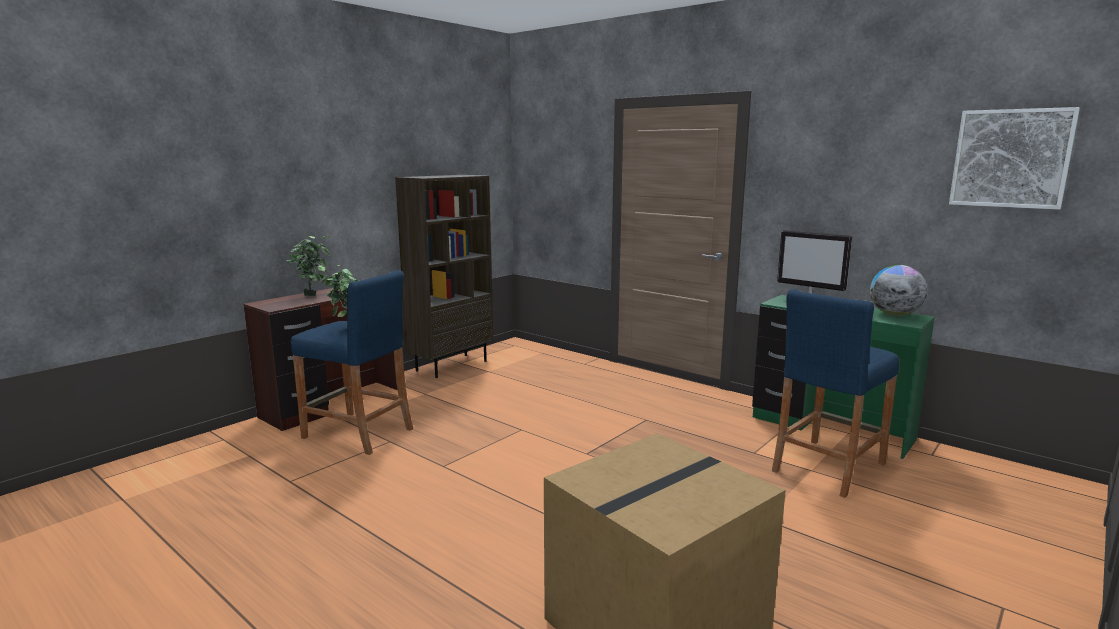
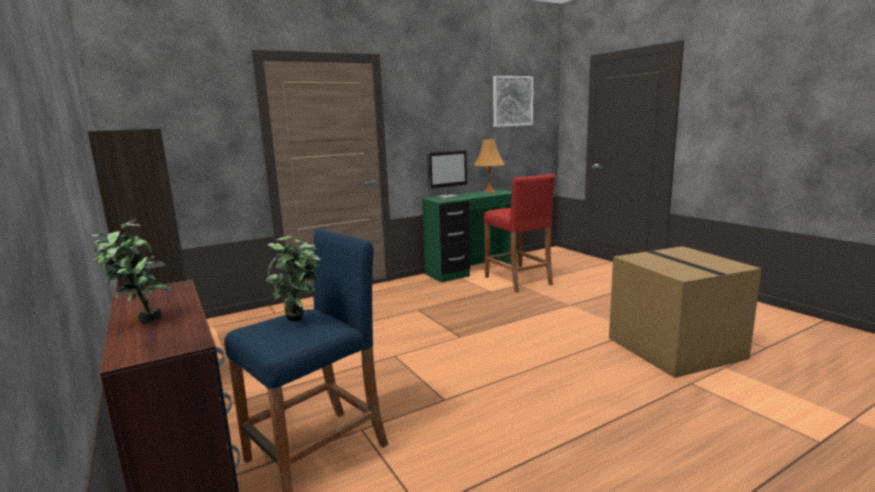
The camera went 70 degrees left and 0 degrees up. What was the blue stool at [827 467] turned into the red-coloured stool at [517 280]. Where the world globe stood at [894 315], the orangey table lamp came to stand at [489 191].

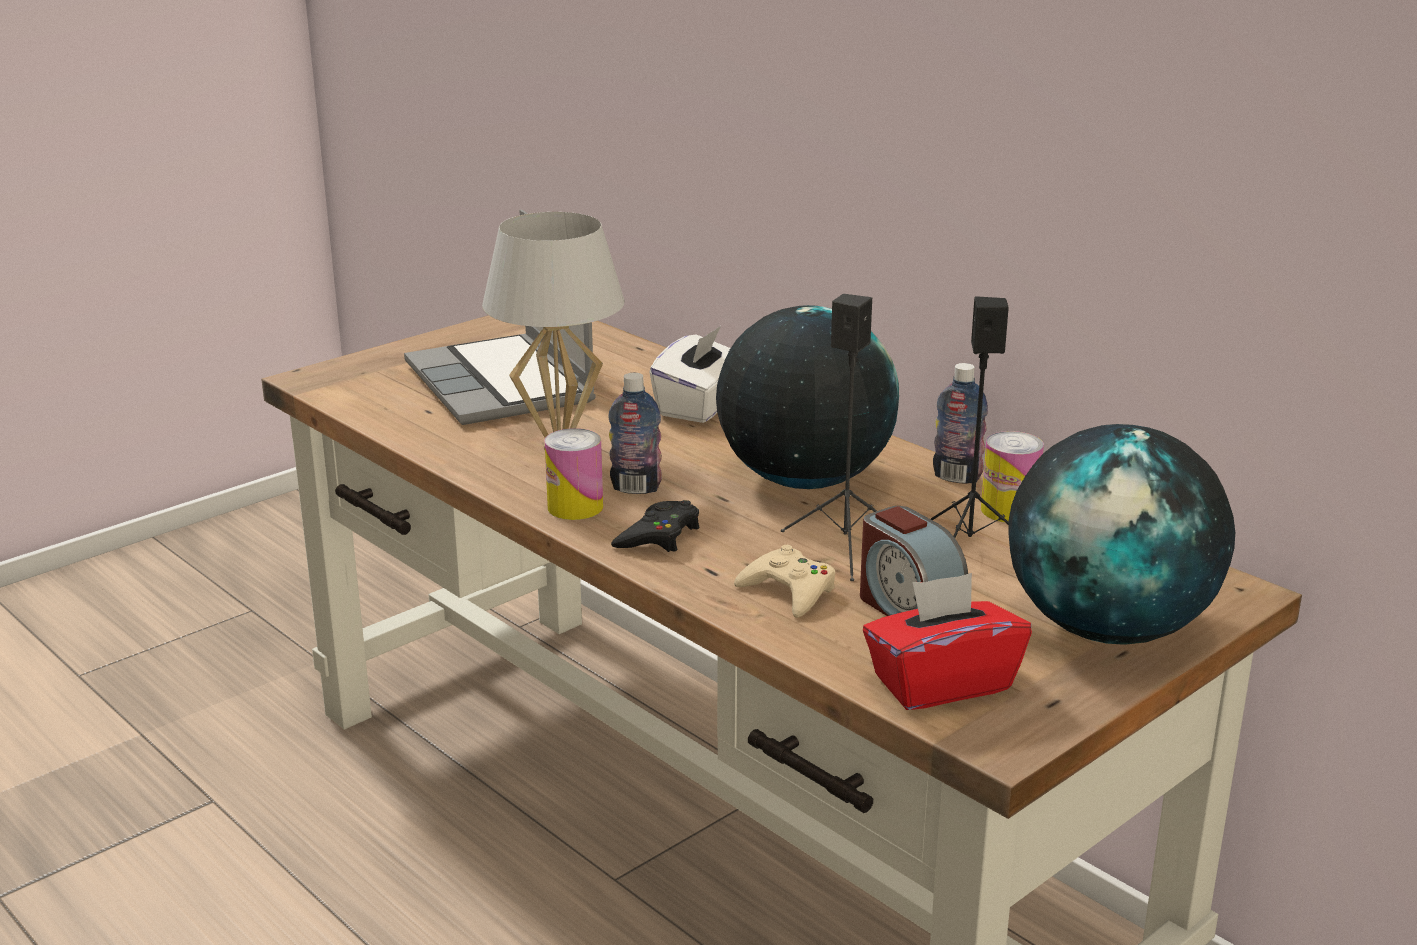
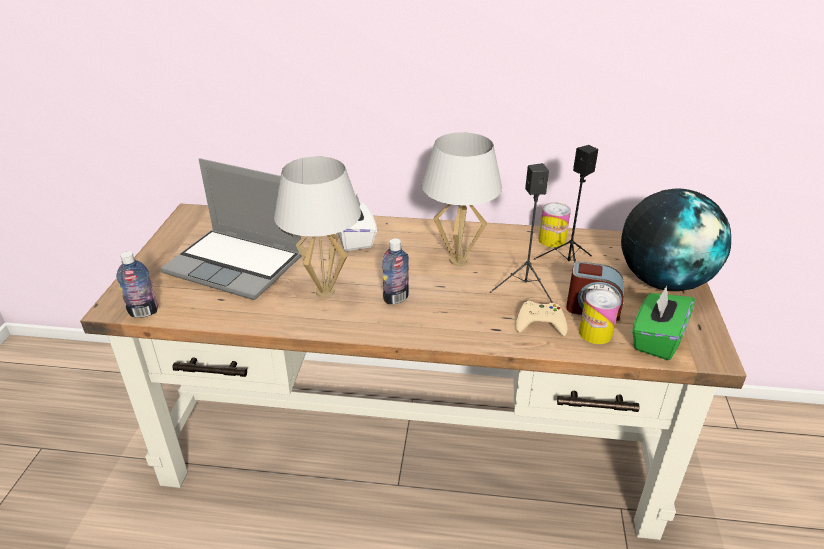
The camera went 40 degrees left and 10 degrees up. The metal can ended up elsewhere, having gone from [575 507] to [595 333]. The second view lost the black gamepad at [659 536]. Where the world globe stood at [804 480], the white table lamp came to stand at [458 260]. What was the red-coloured box of tissues at [941 683] turned into the greenish box of tissues at [656 339]. The beverage bottle ended up elsewhere, having gone from [957 477] to [144 312].

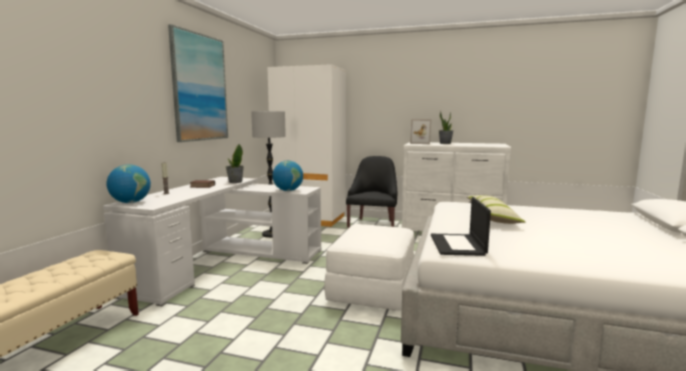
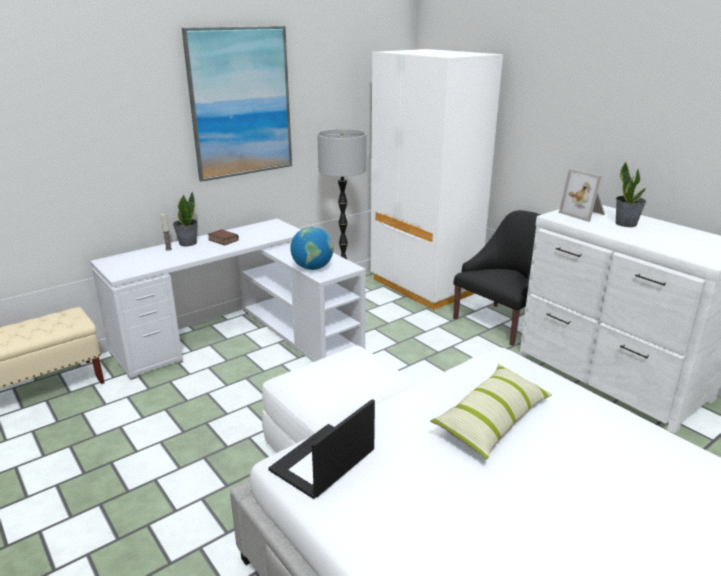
The camera went 35 degrees right and 15 degrees up. The second view lost the world globe at [130 202]. The plant in a pot ended up elsewhere, having gone from [235 182] to [187 243].

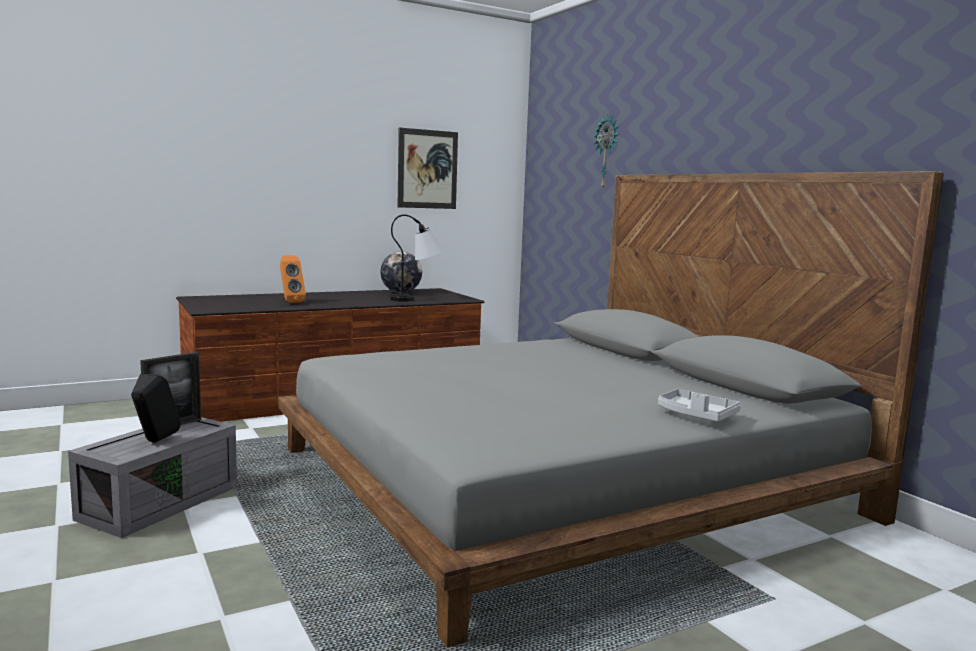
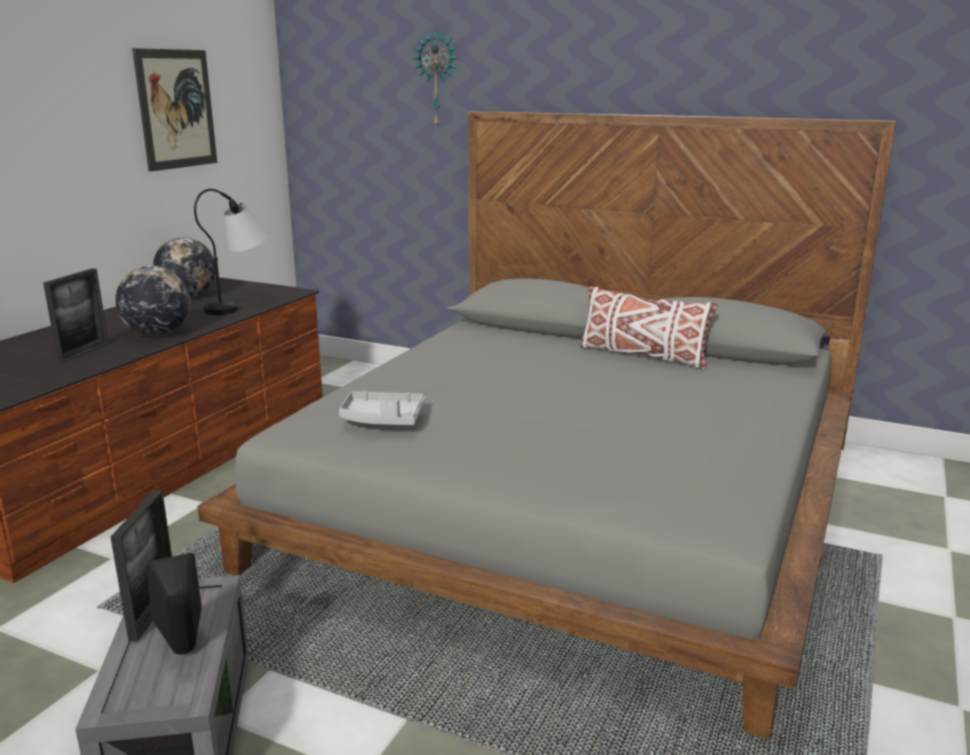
The camera went 35 degrees left and 10 degrees up. Where the orangey loudspeaker stood at [290 302], the photo frame came to stand at [84 352]. The grey serving tray ended up elsewhere, having gone from [696 415] to [382 419]. The second view gained the world globe at [157 334]. The second view gained the white cushion at [642 356].

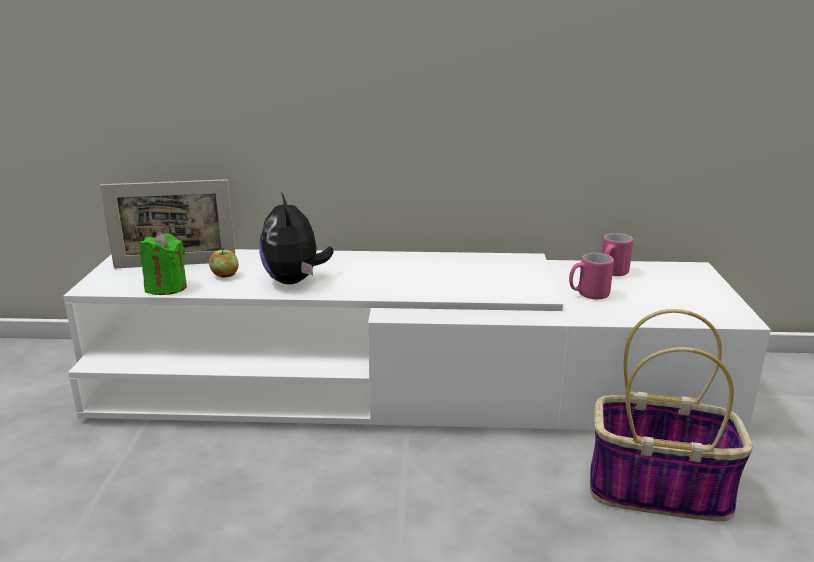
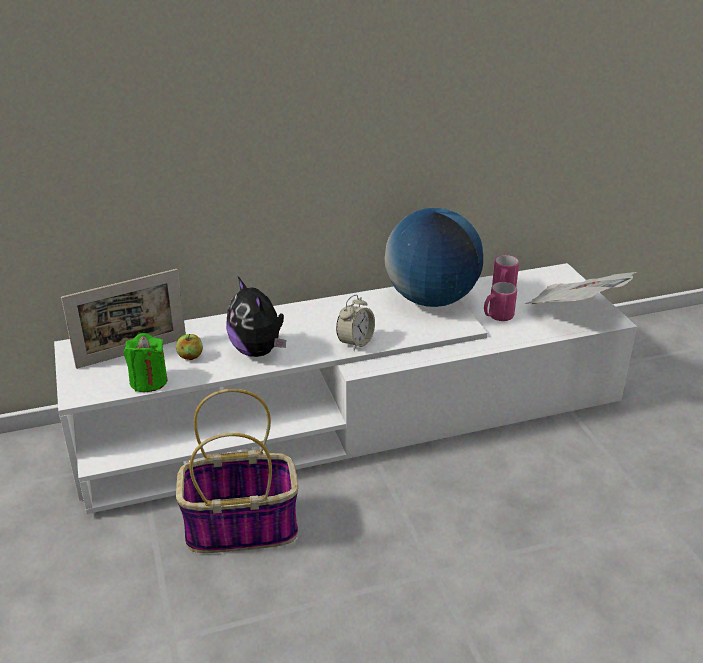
The camera went 20 degrees left and 10 degrees up. The storage basket ended up elsewhere, having gone from [660 490] to [243 527]. The second view gained the table clock at [355 343]. The second view gained the world globe at [431 299]. The second view gained the printed paper at [575 312].

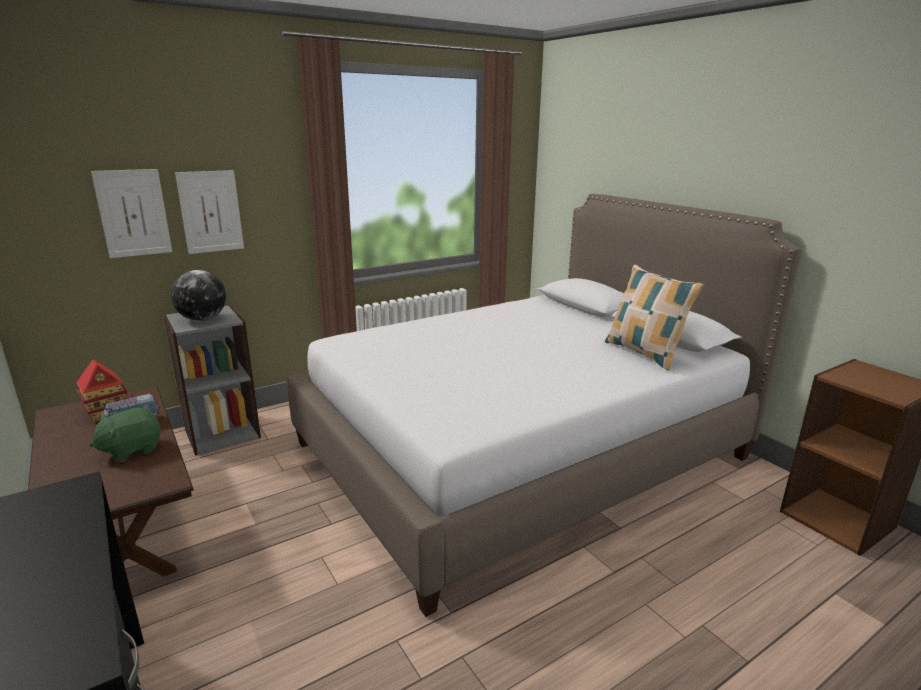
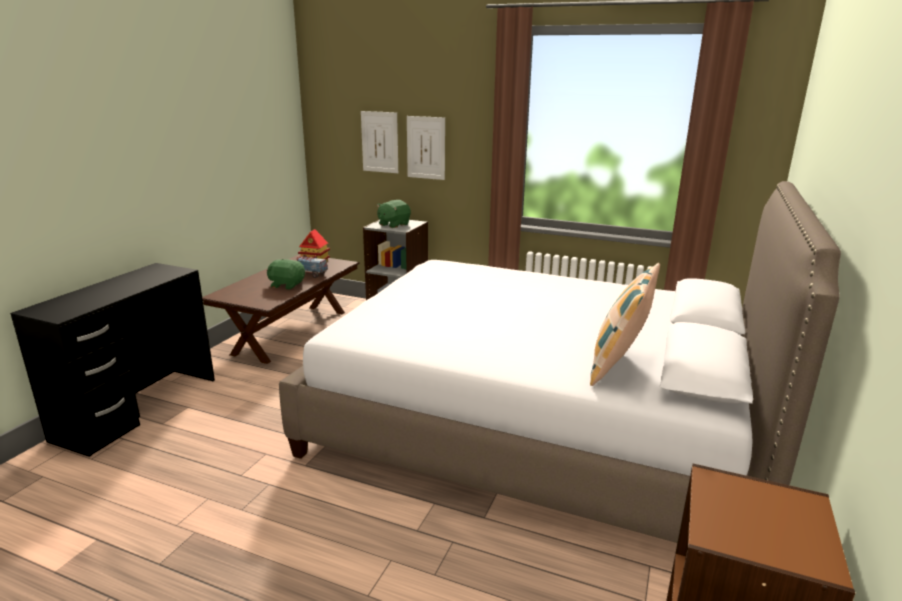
The camera went 55 degrees right and 0 degrees up. Where the world globe stood at [203 319], the greenish plush toy came to stand at [393 224].

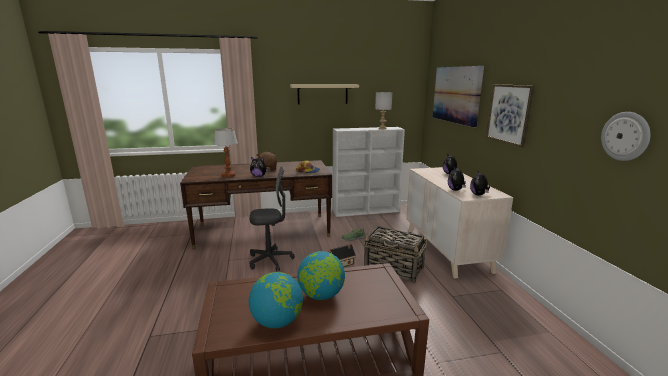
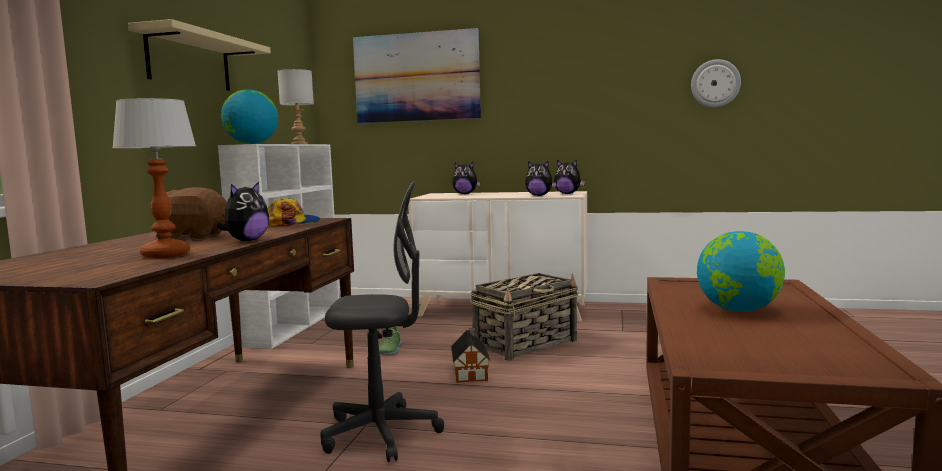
The camera went 65 degrees left and 10 degrees down. The grey desk chair at [270 260] ended up facing another way, 75 degrees clockwise from before. The world globe ended up elsewhere, having gone from [277 321] to [252 144]. The second view lost the picture at [509 114].

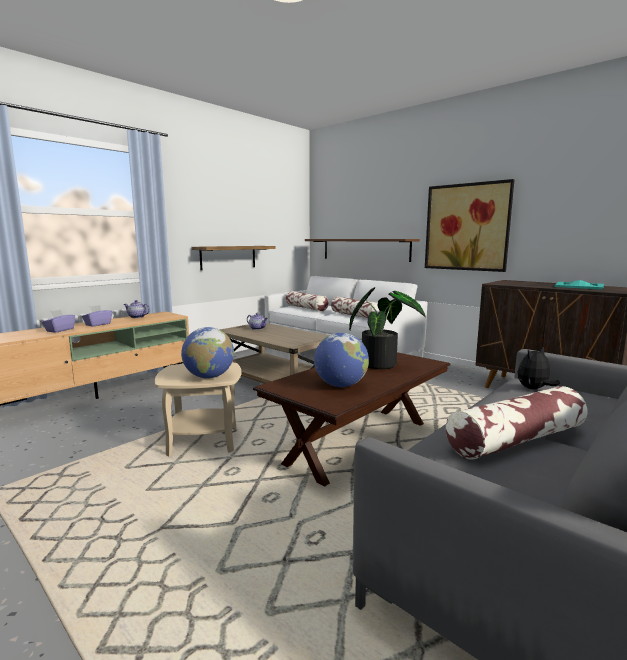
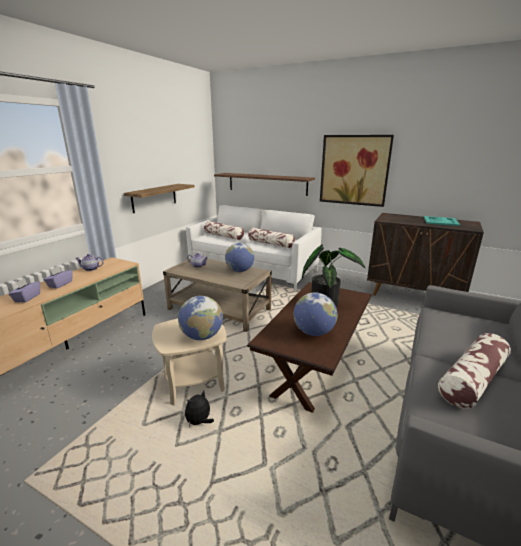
The camera went 15 degrees left and 10 degrees up. The plush toy ended up elsewhere, having gone from [534 389] to [199 422]. The second view gained the world globe at [240 271].

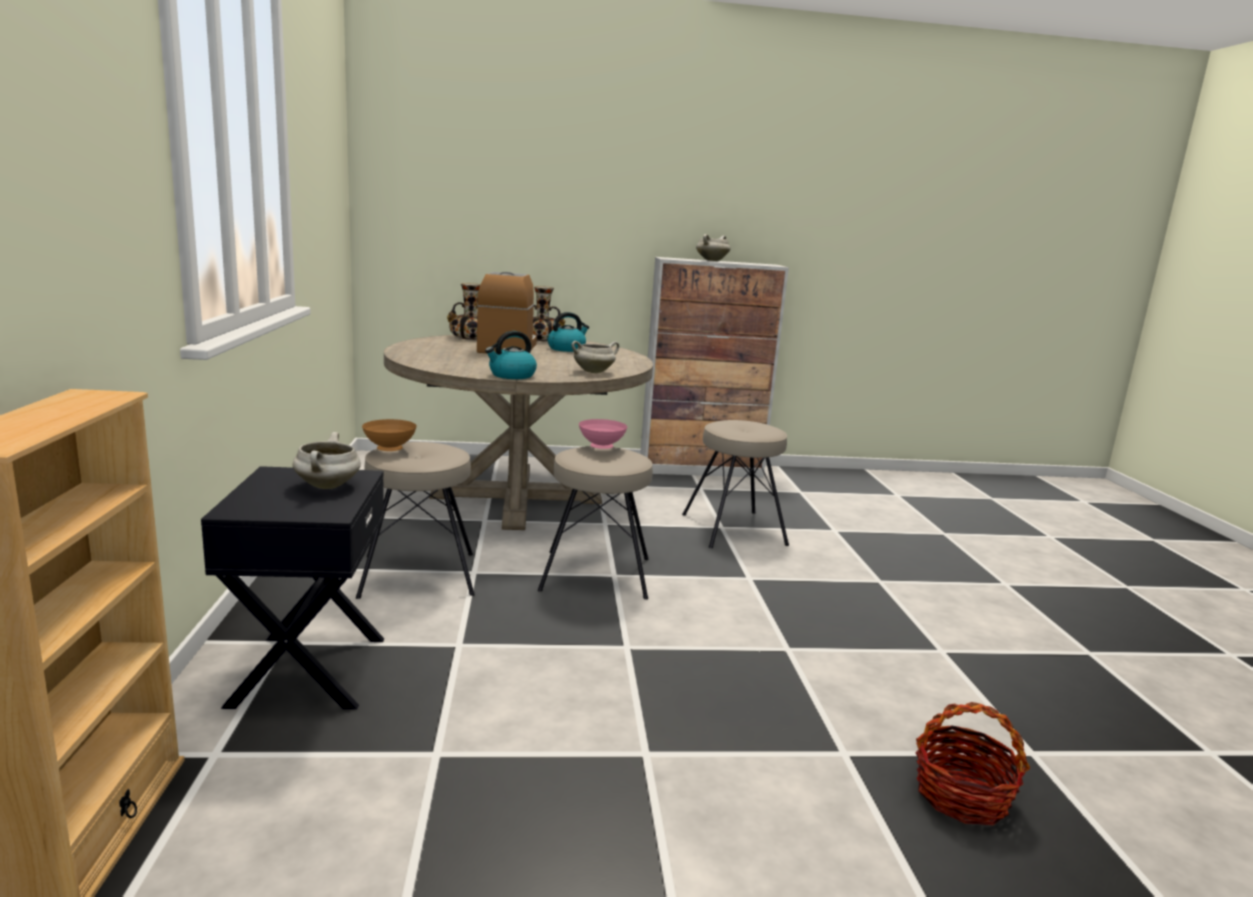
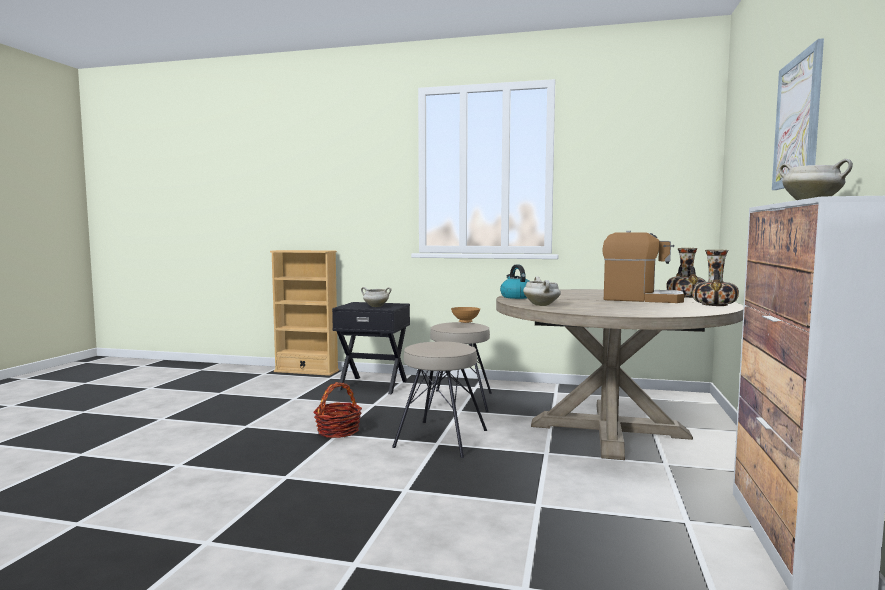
The camera went 110 degrees right and 10 degrees down. The second view lost the kettle at [567 349]. The second view lost the pink-coloured deep dish at [602 447]. The second view lost the beige-coloured stool at [734 529]. The storage basket ended up elsewhere, having gone from [961 796] to [338 431]. The second view gained the picture at [797 121].

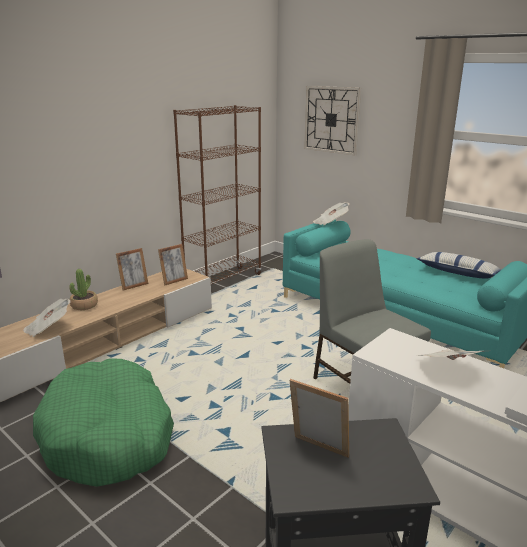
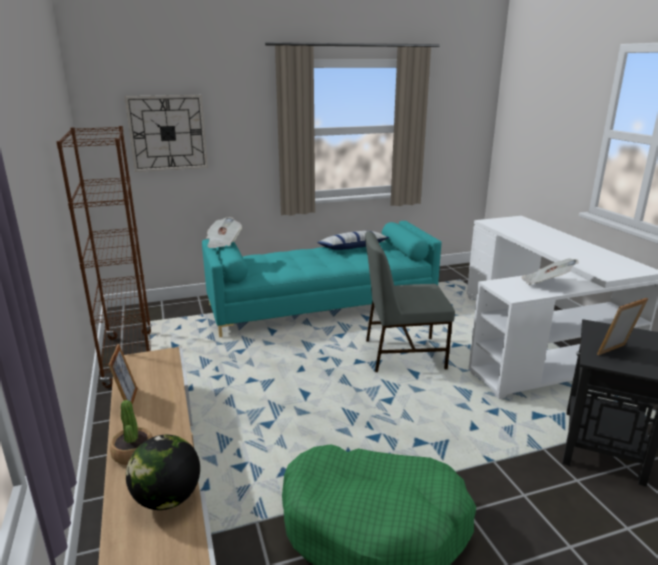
The camera went 60 degrees left and 0 degrees up. Where the printed paper stood at [48 328], the world globe came to stand at [167 499]. The second view lost the photo frame at [174 281].

